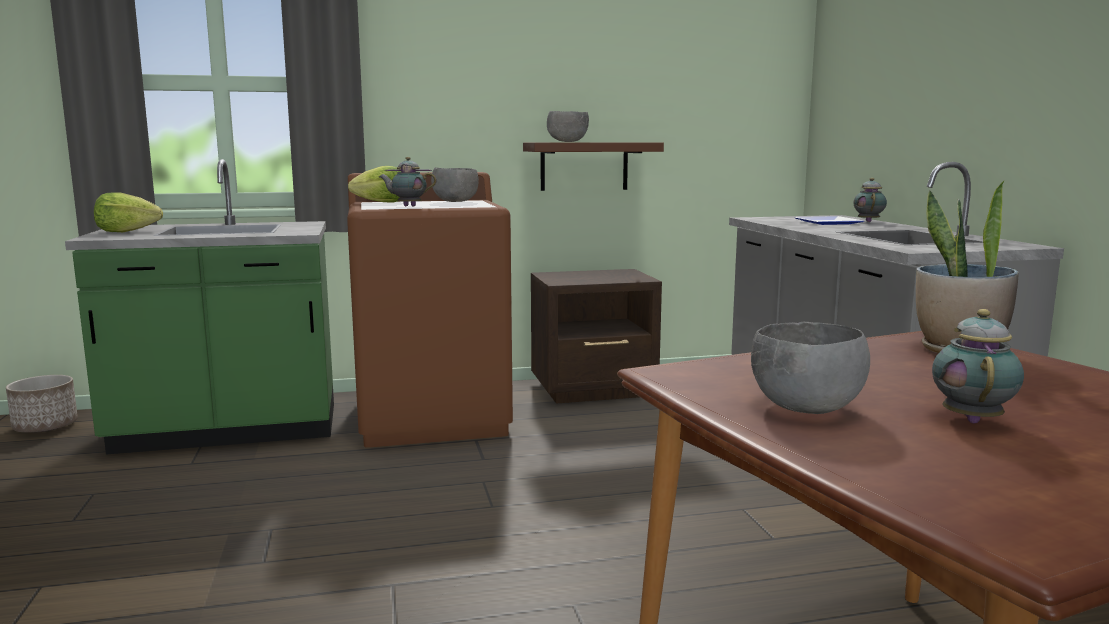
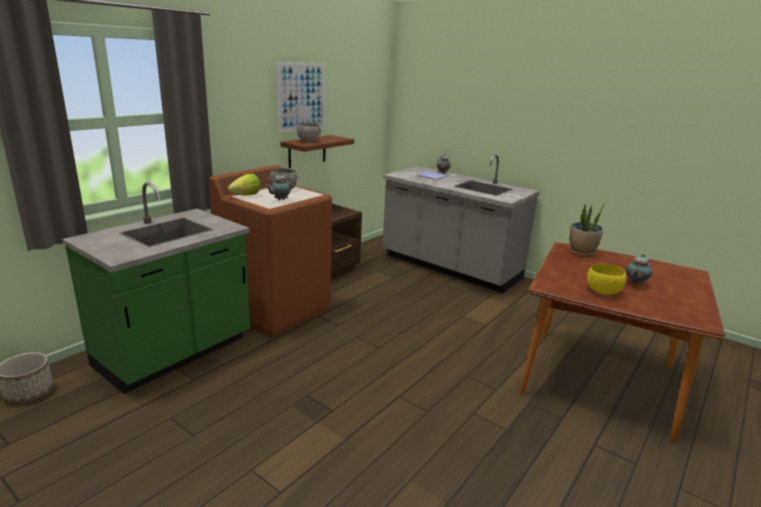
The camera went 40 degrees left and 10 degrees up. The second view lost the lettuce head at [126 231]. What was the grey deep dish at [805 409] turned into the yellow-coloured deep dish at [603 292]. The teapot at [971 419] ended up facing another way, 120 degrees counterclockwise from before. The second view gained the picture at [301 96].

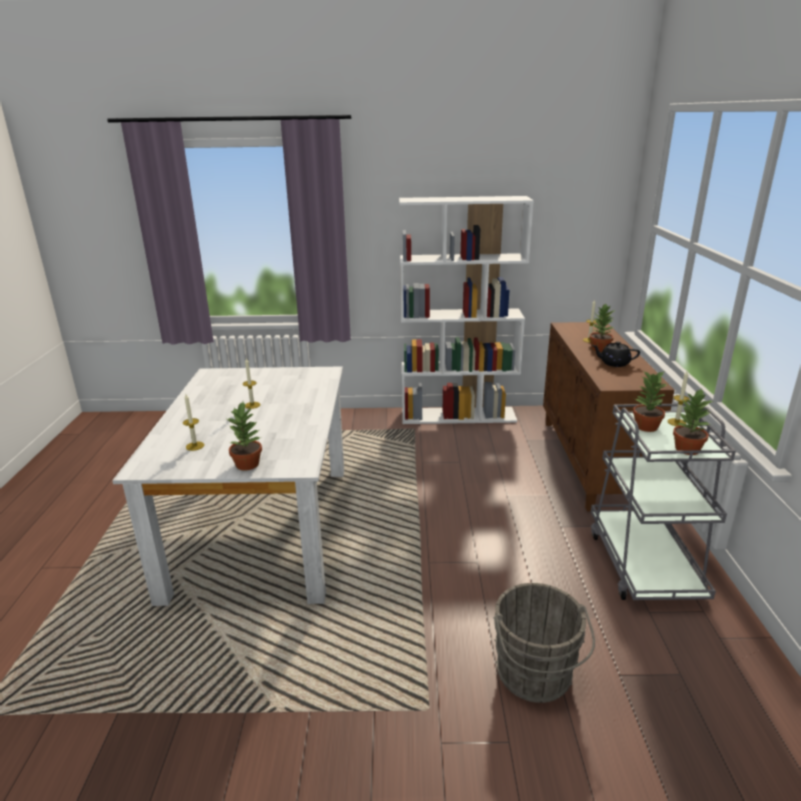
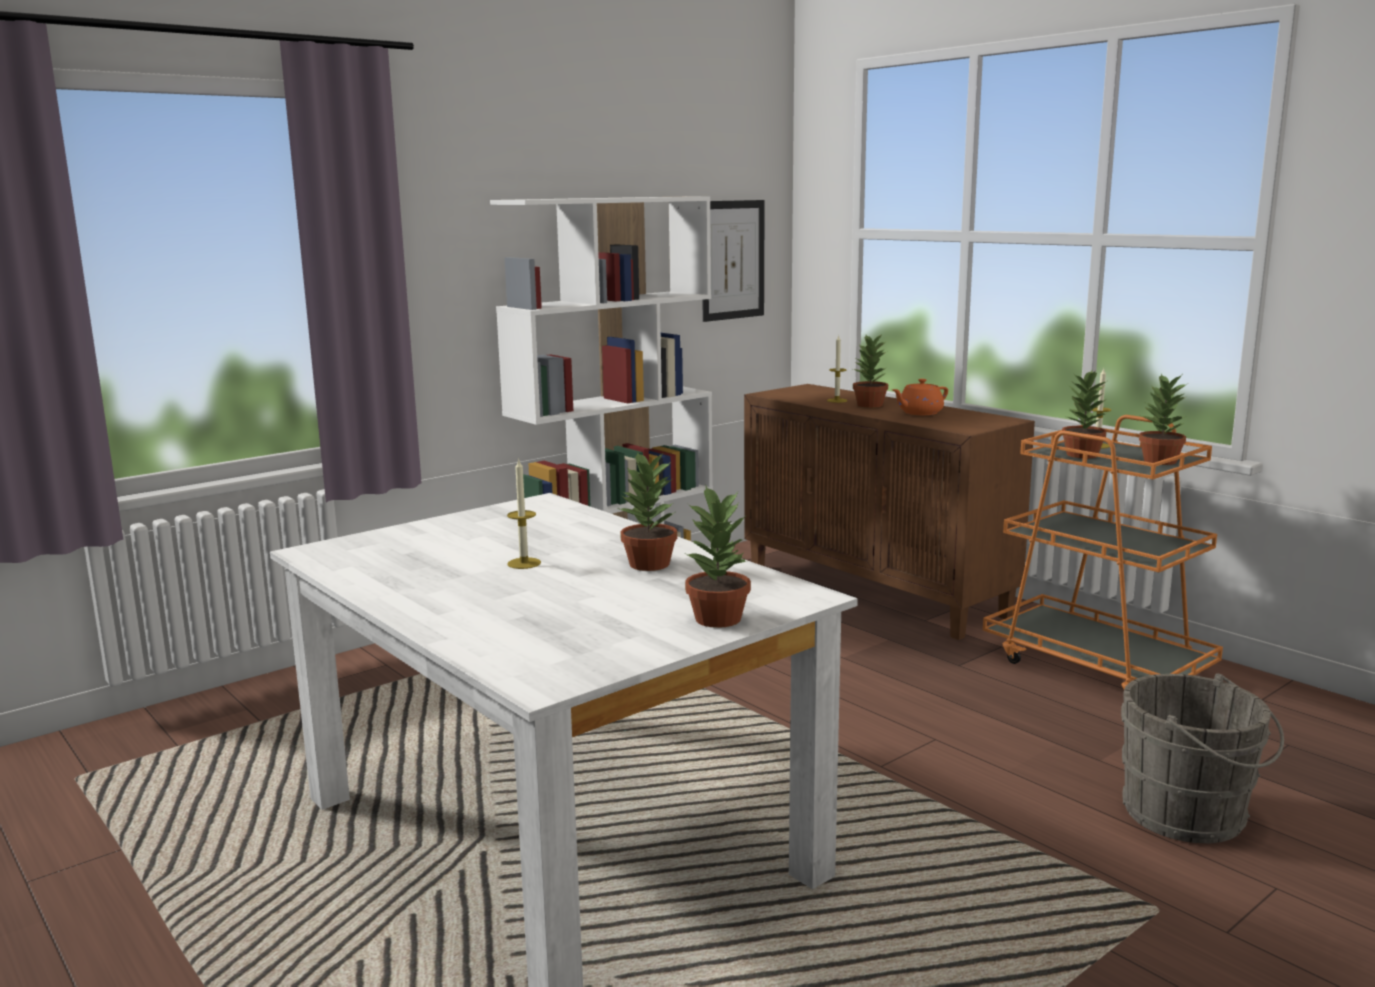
The camera went 40 degrees left and 10 degrees down. The second view lost the wax candle at [195 446]. What was the grey trolley at [643 564] turned into the orangey trolley at [1096 666]. What was the black teapot at [614 363] turned into the orangey teapot at [919 413]. The second view gained the plant in a pot at [649 564]. The second view gained the picture at [732 260].

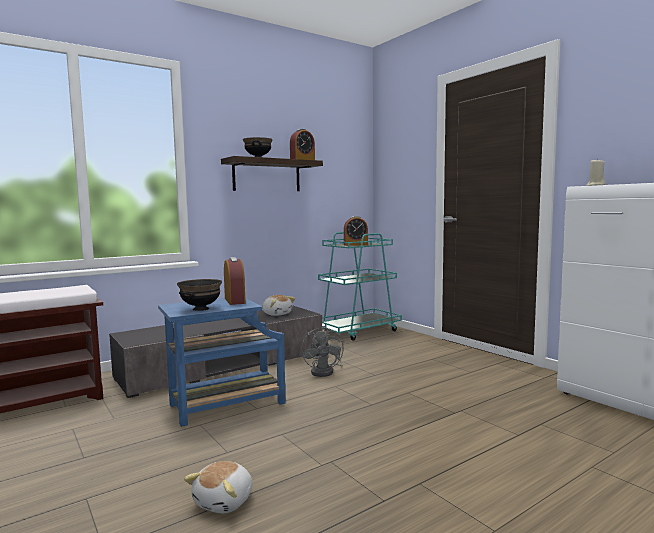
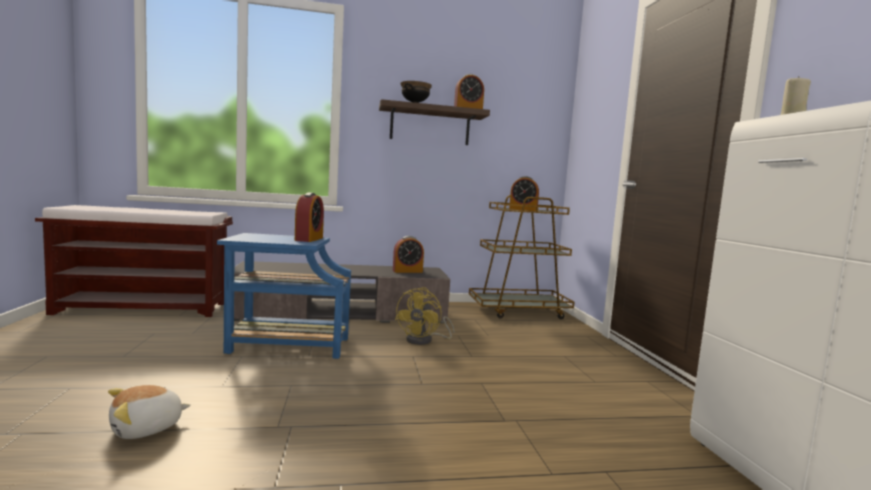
The camera went 25 degrees right and 0 degrees up. The second view lost the black deep dish at [201 309]. Where the plush toy stood at [277 314], the table clock came to stand at [407 271]. What was the grey electric fan at [325 371] turned into the yellow-coloured electric fan at [424 340]. What was the turquoise-coloured trolley at [358 331] turned into the brown-coloured trolley at [519 311].

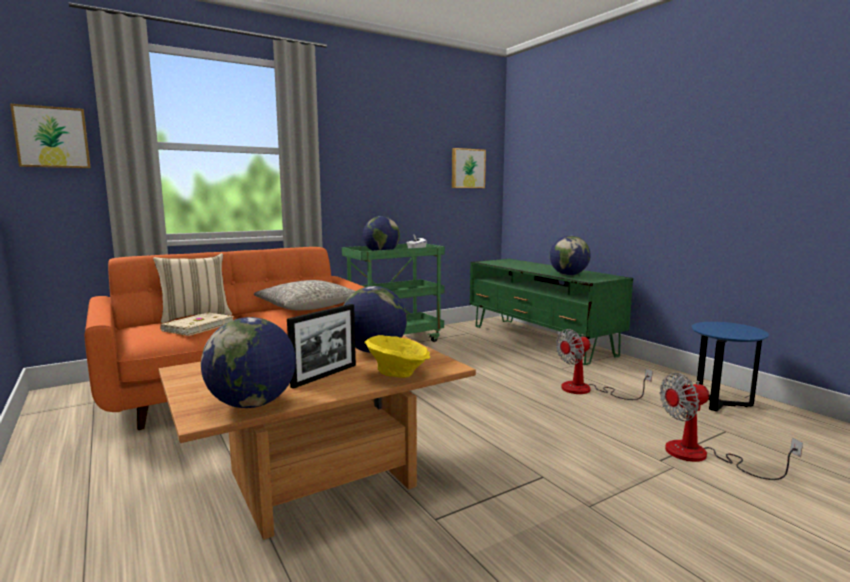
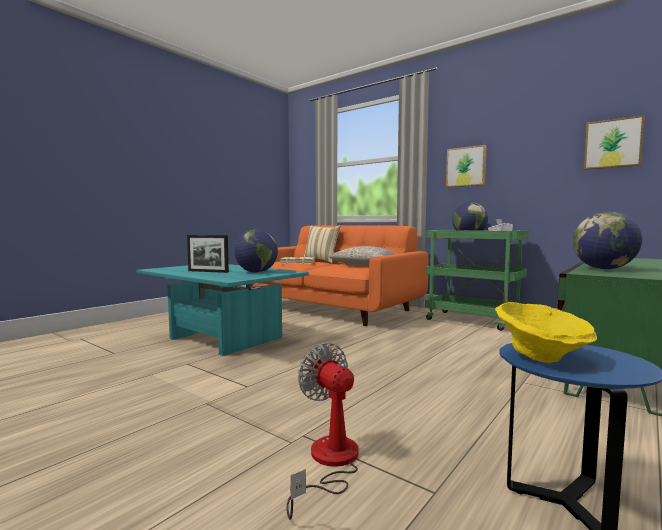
The camera went 70 degrees right and 5 degrees down. The picture ended up elsewhere, having gone from [52 137] to [466 167]. What was the brown-coloured coffee table at [321 482] turned into the turquoise-coloured coffee table at [222 338]. The second view lost the world globe at [252 404]. The yellow-coloured deep dish ended up elsewhere, having gone from [398 375] to [541 358]. The second view lost the electric fan at [587 390].

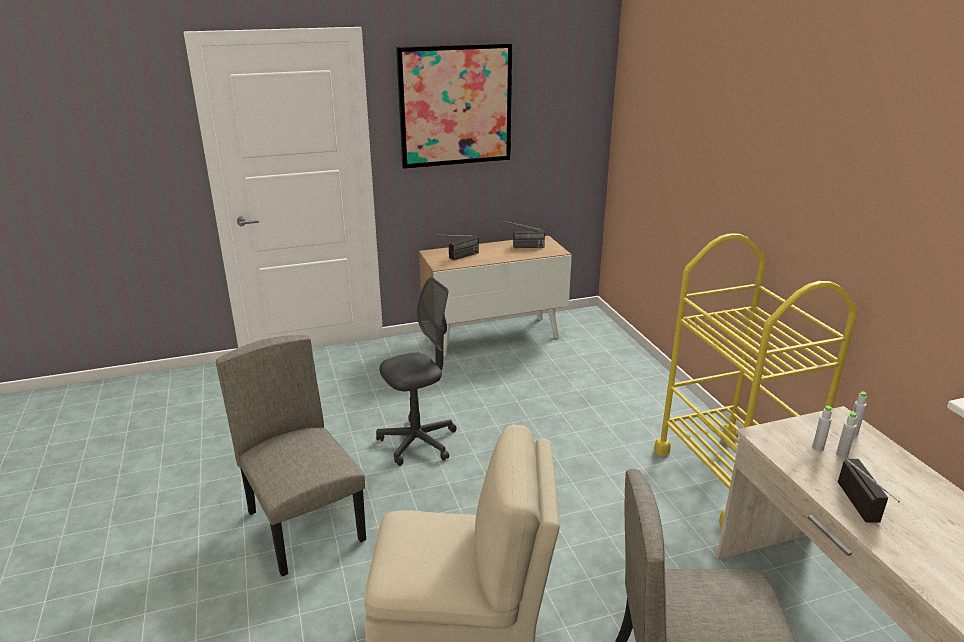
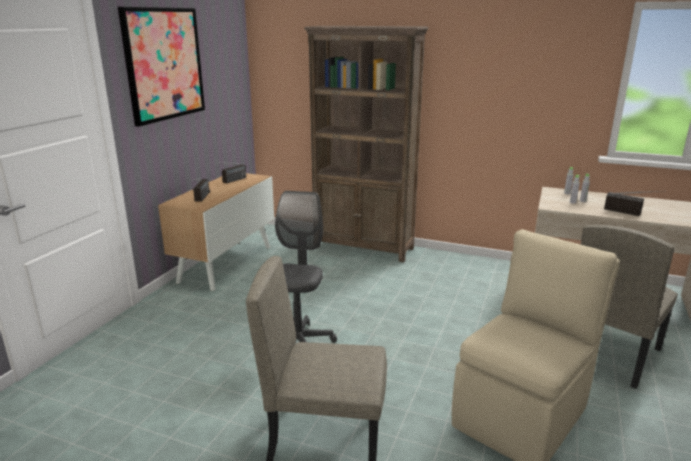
The camera went 50 degrees left and 5 degrees down. The second view lost the yellow-coloured trolley at [729 477]. The second view gained the brown-coloured bookcase at [364 248].

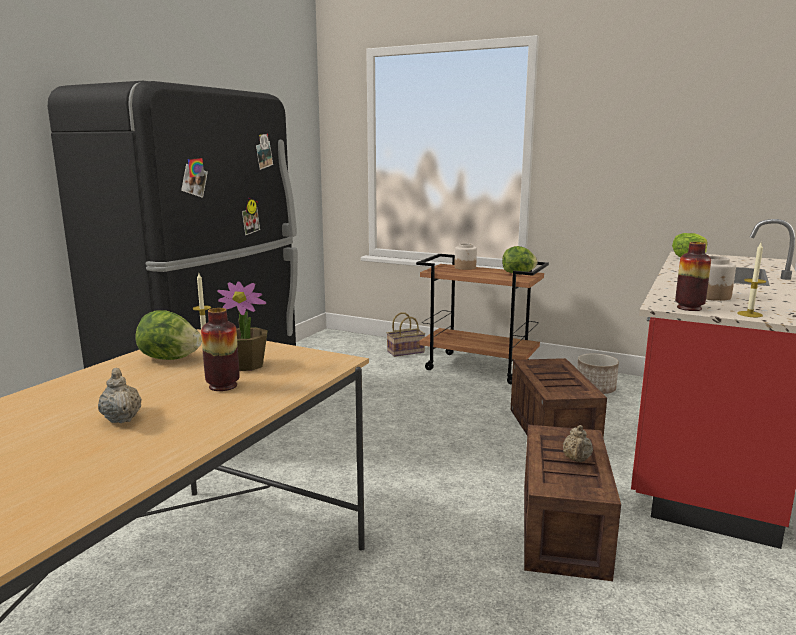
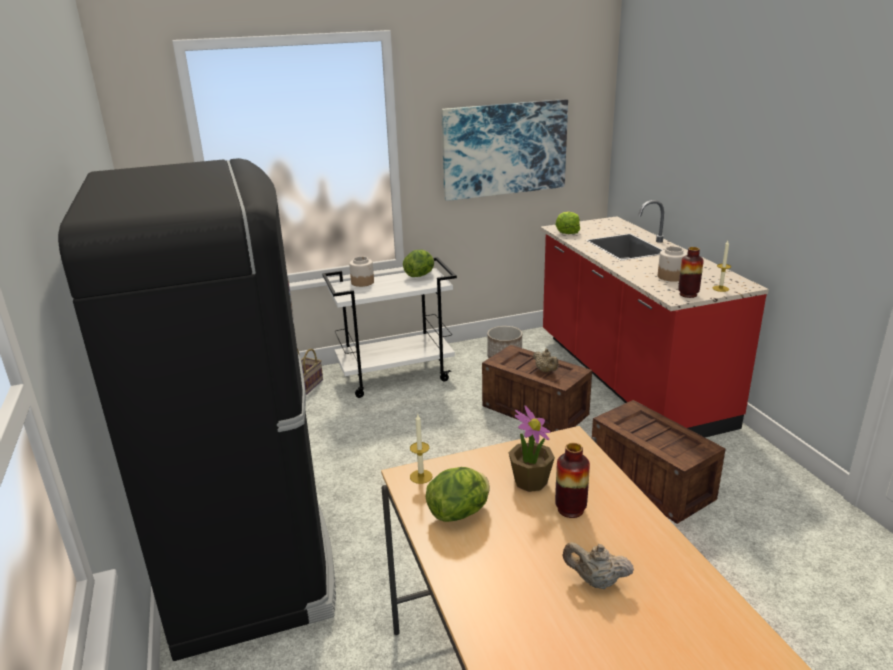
The camera went 45 degrees left and 10 degrees up. What was the brown-coloured trolley at [479 368] turned into the white trolley at [396 376]. The beige-coloured teapot ended up elsewhere, having gone from [576 460] to [545 371]. The second view gained the picture at [504 149].

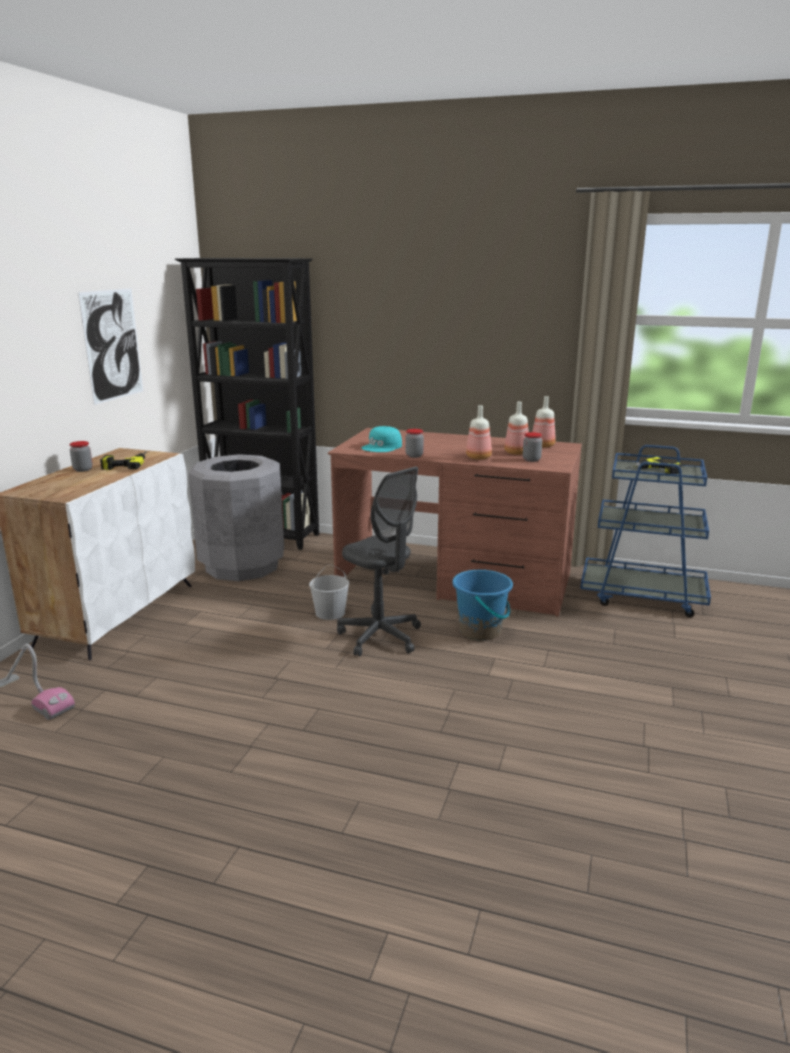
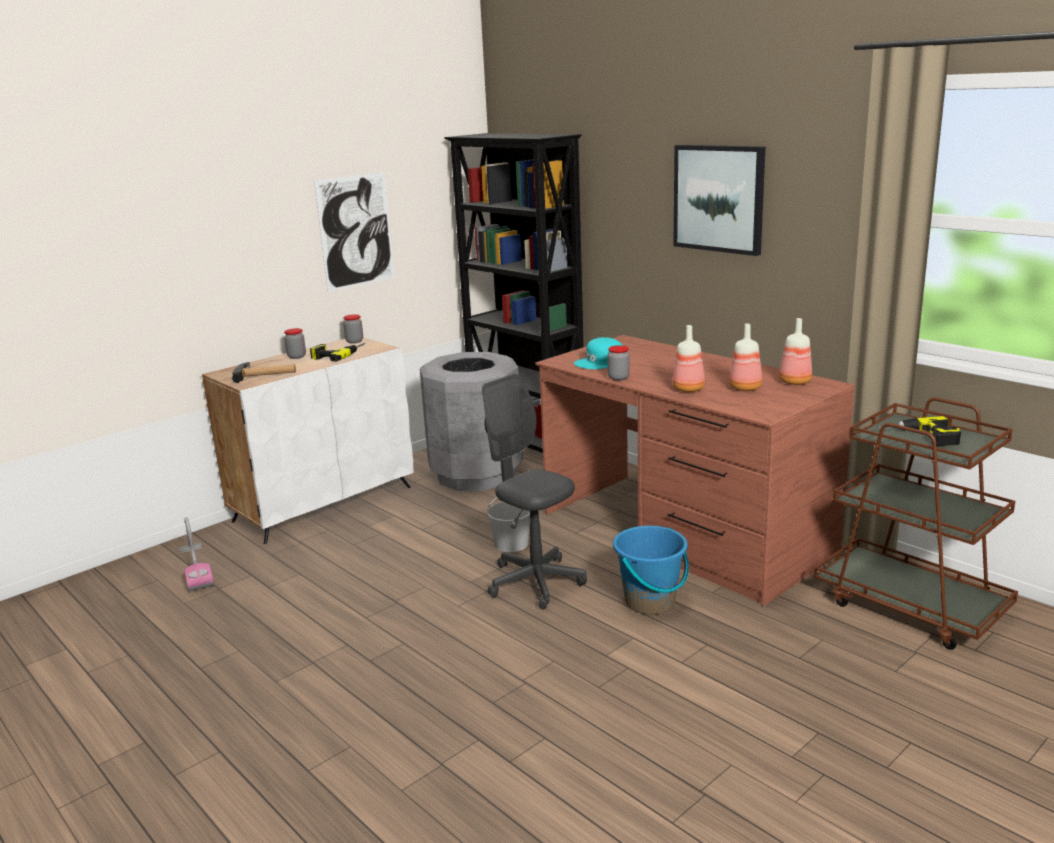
The camera went 30 degrees right and 0 degrees up. The grey desk chair at [380 637] ended up facing another way, 150 degrees clockwise from before. The preserve jar ended up elsewhere, having gone from [531 460] to [354 341]. What was the blue trolley at [643 596] turned into the brown-coloured trolley at [910 606]. The second view gained the hammer at [266 375]. The second view gained the picture at [719 198].

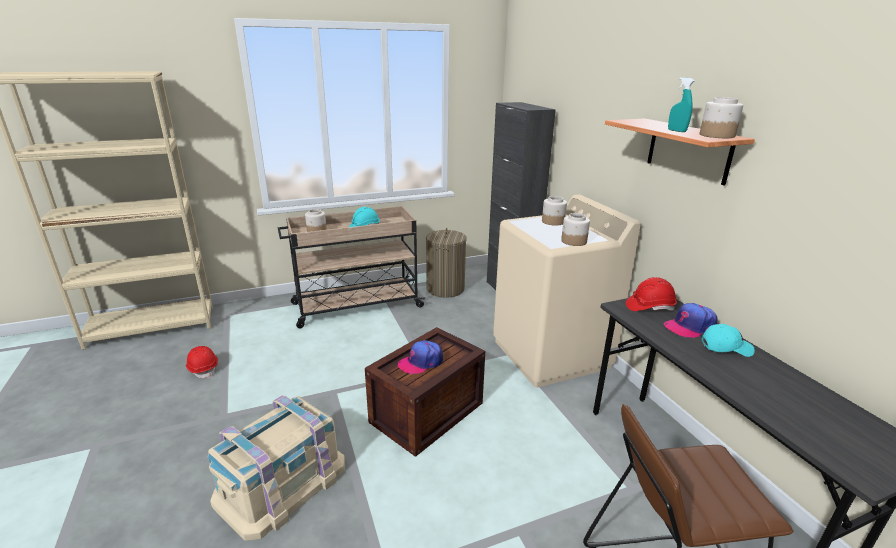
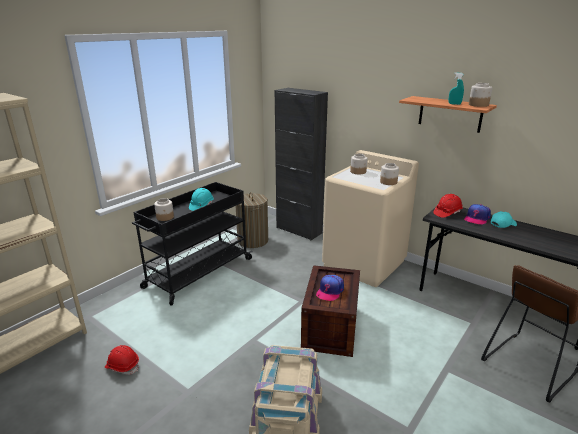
The camera went 30 degrees left and 0 degrees up. What was the beige-coloured trolley at [355 305] turned into the black trolley at [198 273].

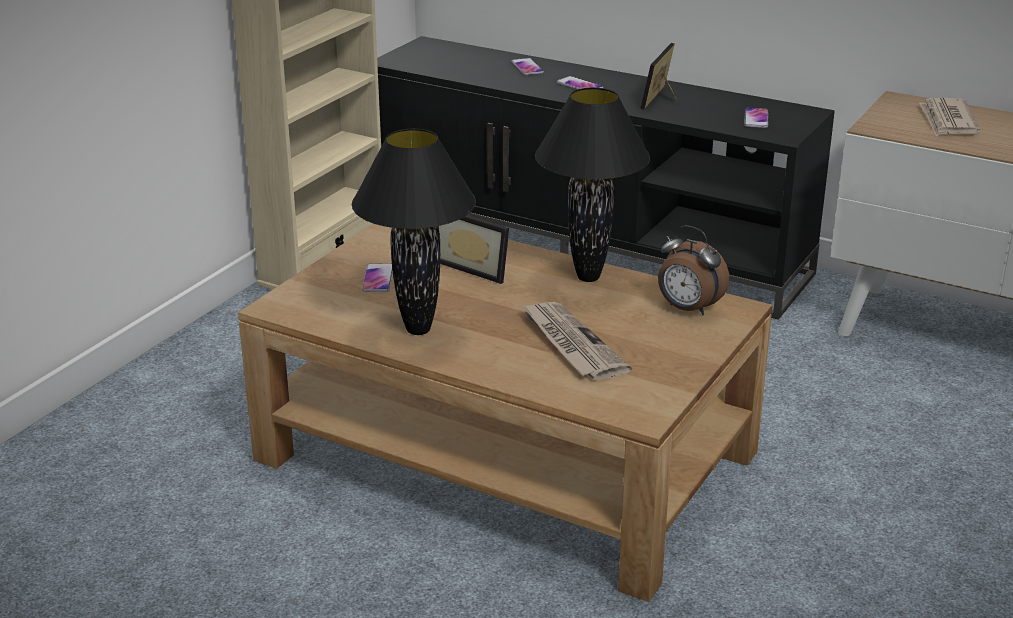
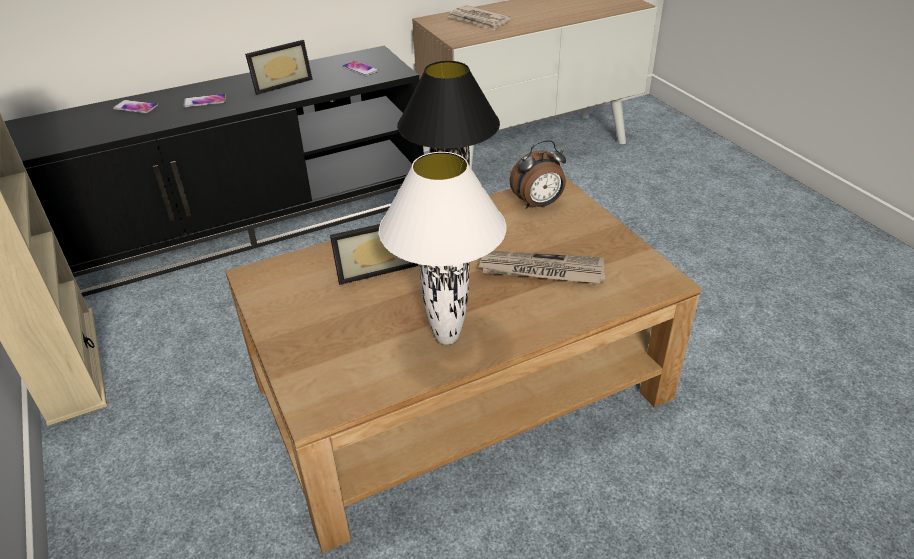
The camera went 55 degrees left and 10 degrees up. What was the black table lamp at [417 329] turned into the white table lamp at [445 337]. The second view lost the phone at [378 279]. The photo frame at [664 99] ended up facing another way, 90 degrees counterclockwise from before.

